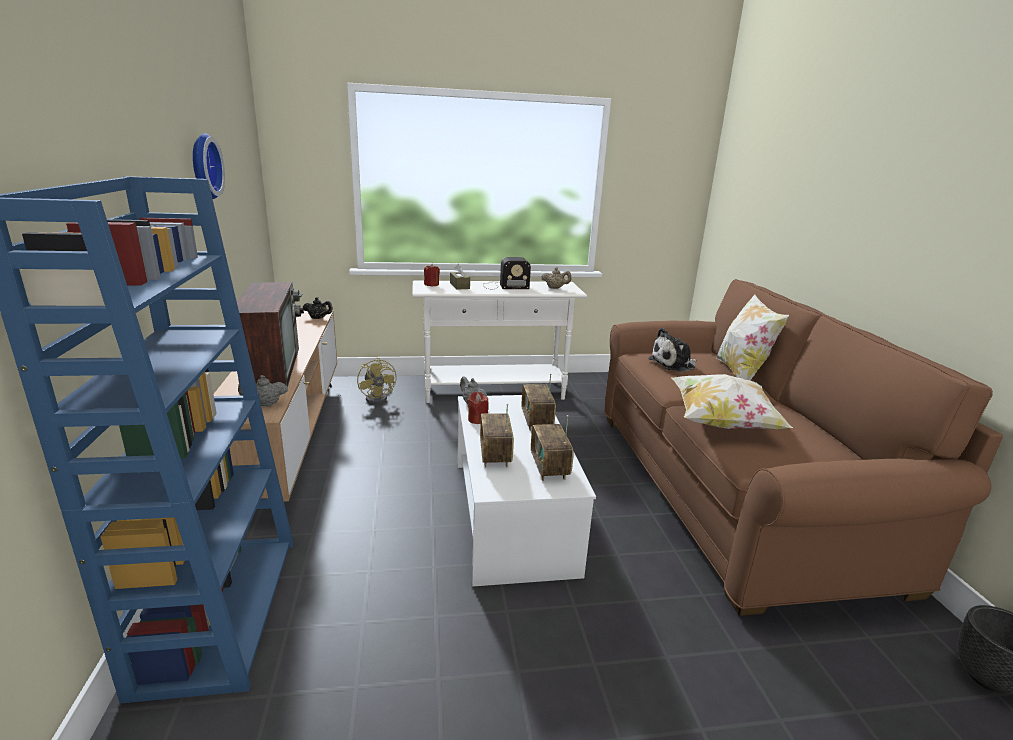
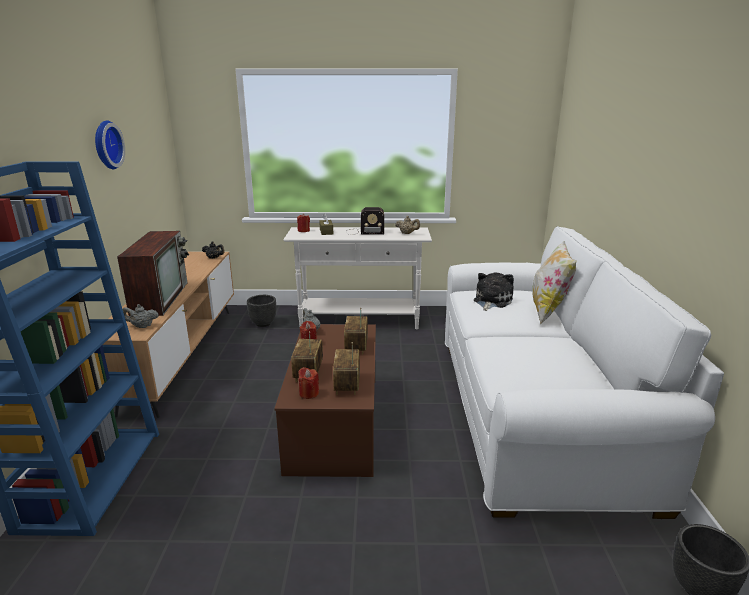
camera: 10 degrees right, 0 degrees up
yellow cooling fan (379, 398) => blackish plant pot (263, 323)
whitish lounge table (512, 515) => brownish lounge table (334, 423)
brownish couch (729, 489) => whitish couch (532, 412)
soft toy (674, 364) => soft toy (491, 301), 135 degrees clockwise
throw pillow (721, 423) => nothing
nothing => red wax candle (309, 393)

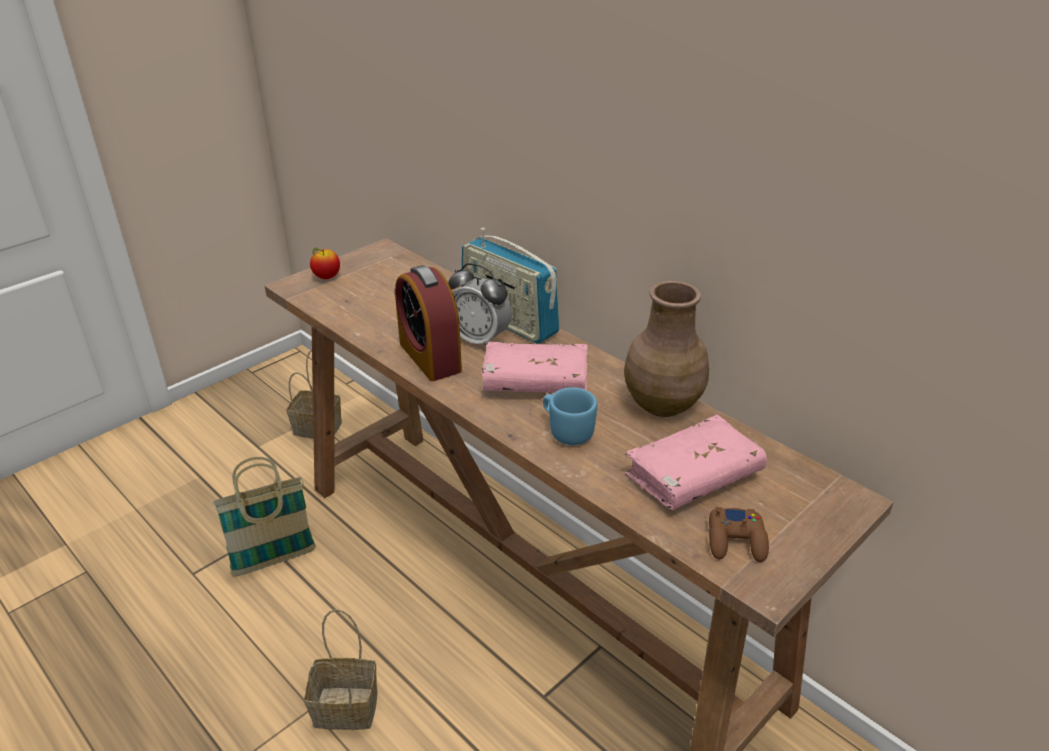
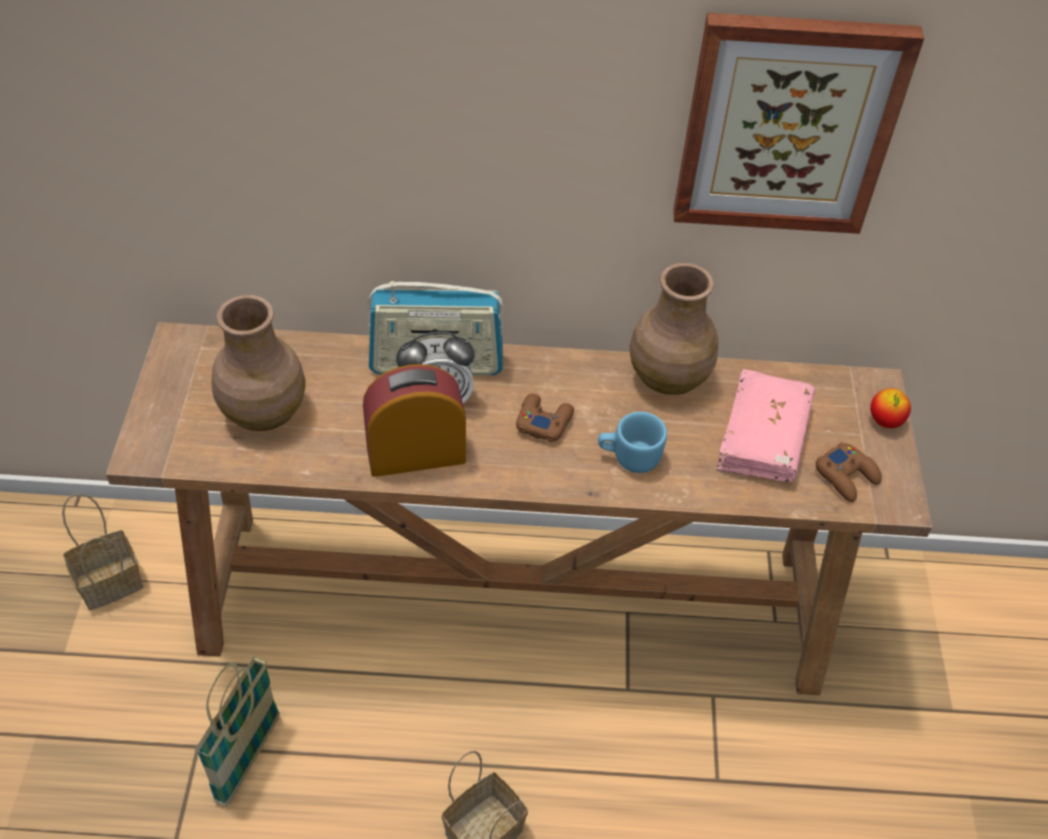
camera: 45 degrees left, 15 degrees up
apple (327, 277) => apple (885, 421), shifted
alarm clock (430, 357) => alarm clock (416, 454), 150 degrees clockwise
pink volume (535, 382) => brownish joypad (543, 421)
nothing => brownish vase (263, 412)
nothing => picture (787, 124)

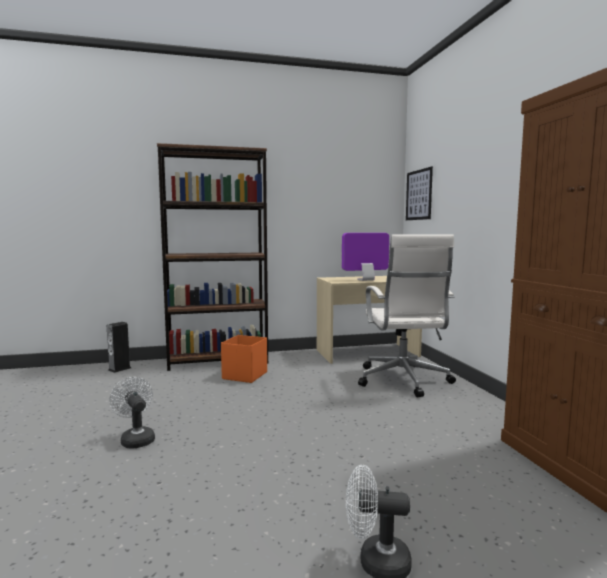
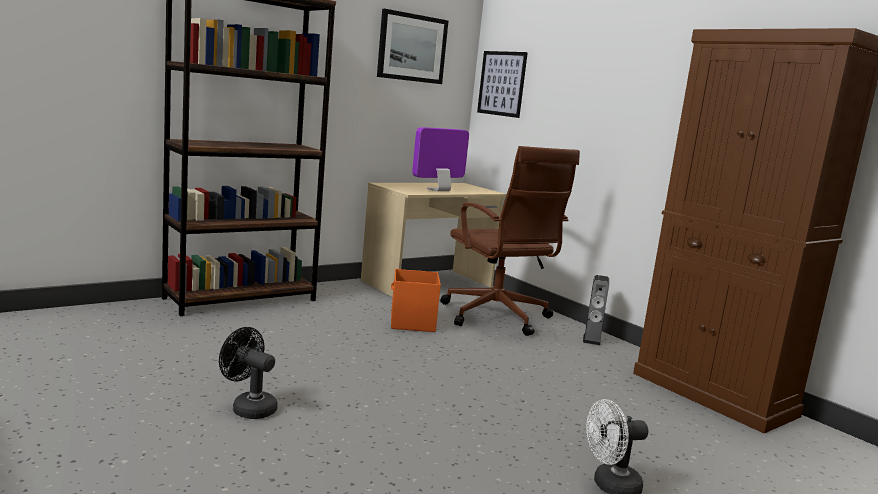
camera: 25 degrees left, 5 degrees up
loudspeaker (119, 369) => loudspeaker (591, 340), shifted
whitish cooling fan (136, 439) => blackish cooling fan (249, 408)
orange-coloured storage box (244, 375) => orange-coloured storage box (412, 323), shifted
whitish office chair (403, 381) => brownish office chair (497, 317)
nothing => picture (412, 48)

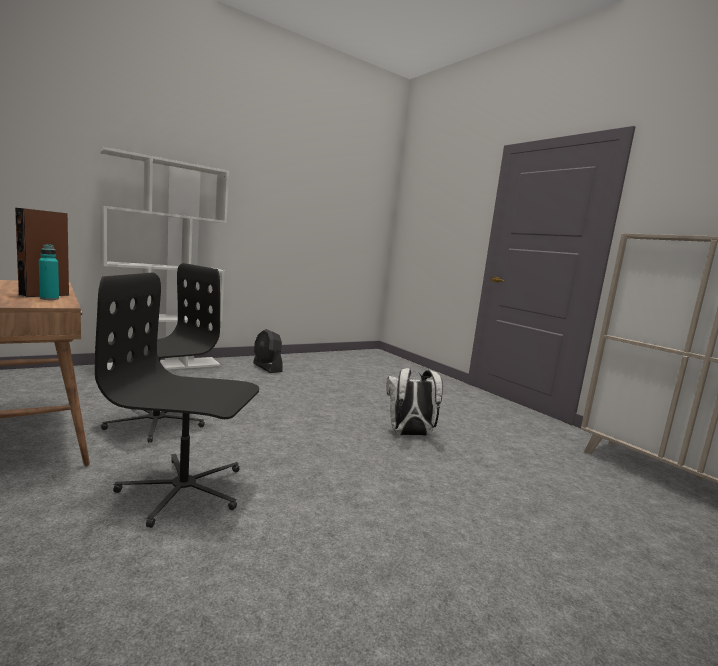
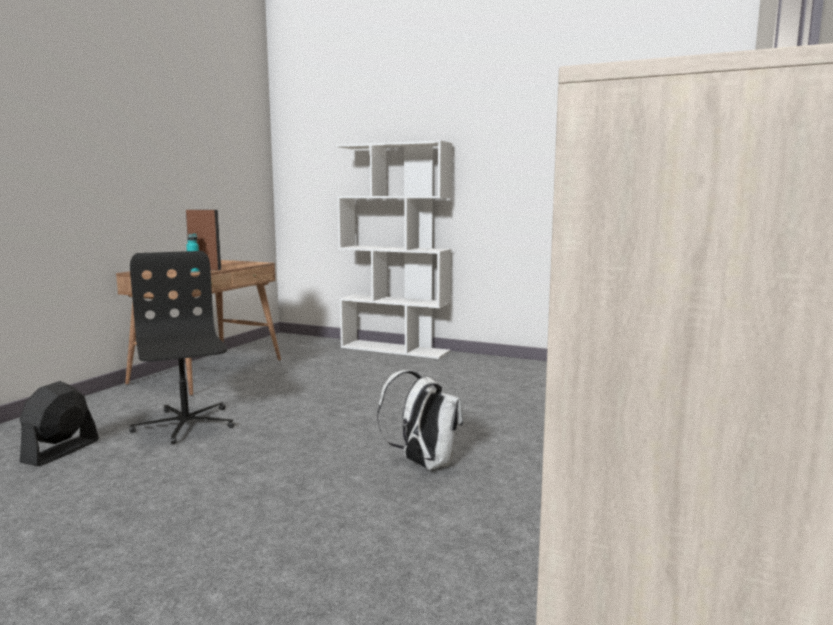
camera: 60 degrees right, 0 degrees up
blackish office chair (155, 422) => nothing
blackish cooling fan (267, 367) => blackish cooling fan (60, 451), shifted

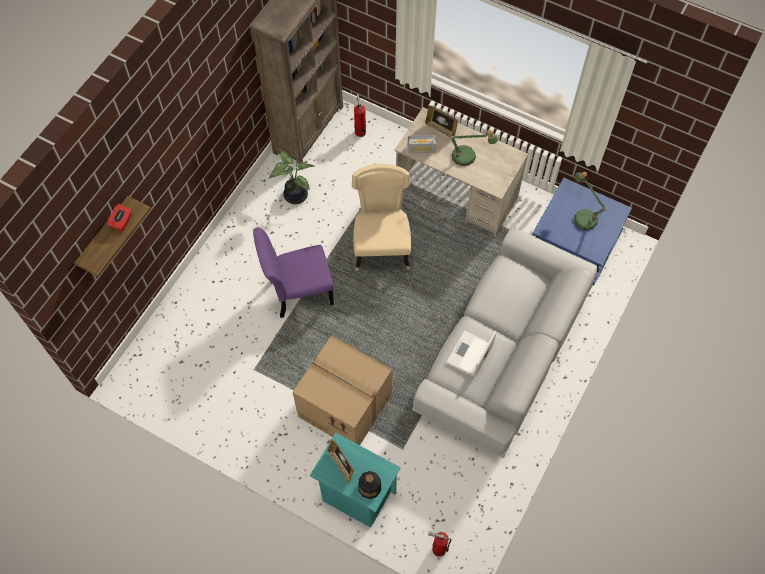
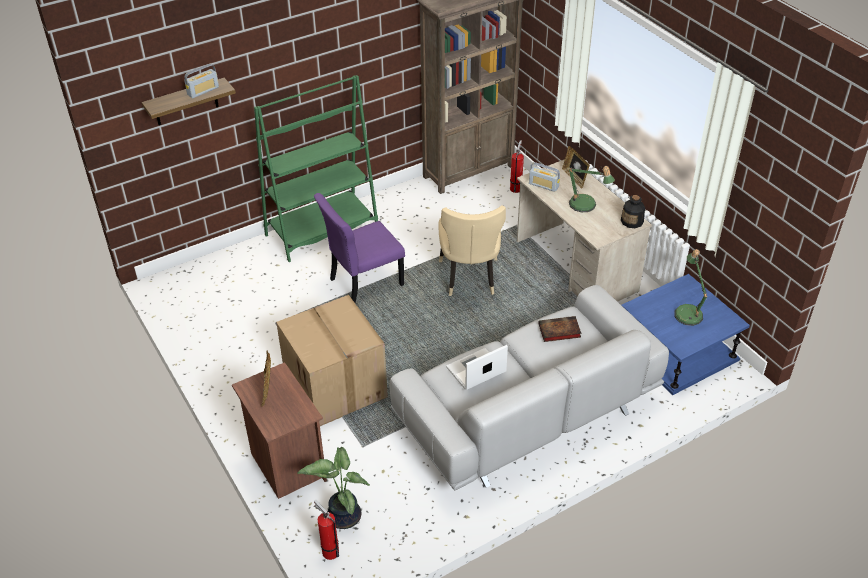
camera: 30 degrees right, 20 degrees down
red box of tissues (122, 222) => radio (203, 91)
purple-coloured upright chair (298, 293) => purple-coloured upright chair (363, 283), 45 degrees counterclockwise
plant in a pot (294, 195) => plant in a pot (342, 515), shifted
blue-green nightstand (356, 495) => brownish nightstand (286, 465)
beige-coloured upright chair (381, 247) => beige-coloured upright chair (469, 279), 150 degrees clockwise
drink bottle (370, 487) => drink bottle (632, 221), shifted
nothing => greenish bookshelf (322, 231)
nothing => volume (558, 331)

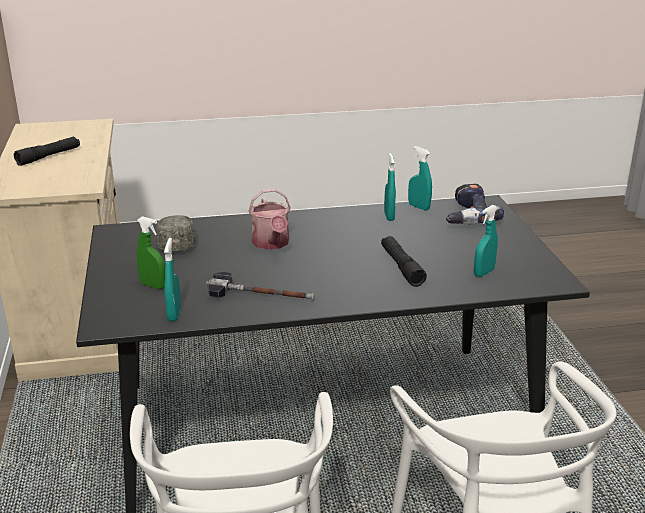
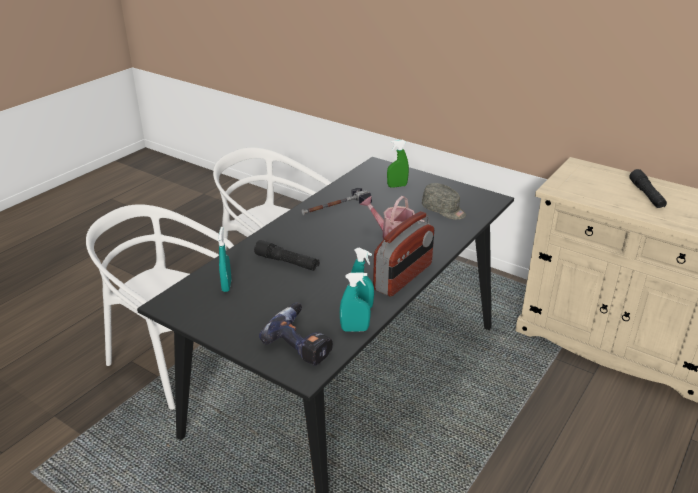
camera: 135 degrees right, 5 degrees up
blue-green sprayer (174, 314) => nothing
nothing => radio (403, 277)

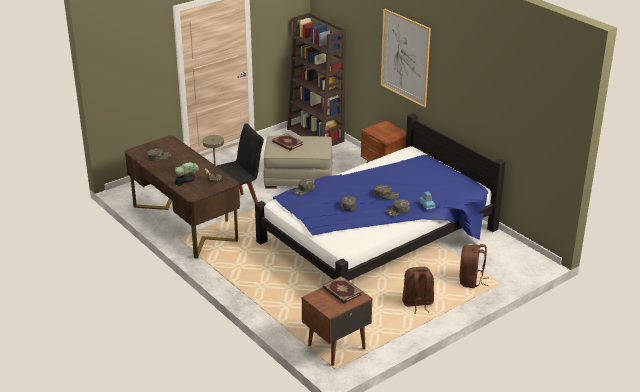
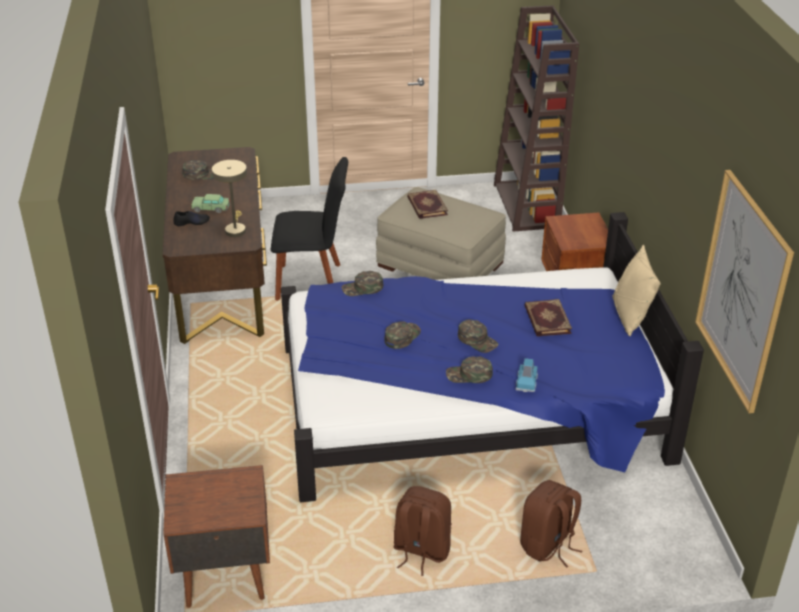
camera: 30 degrees right, 5 degrees up
volume (341, 291) => volume (546, 320), shifted
picture (405, 57) => picture (742, 290), shifted
nothing => beige-coloured throw pillow (629, 316)

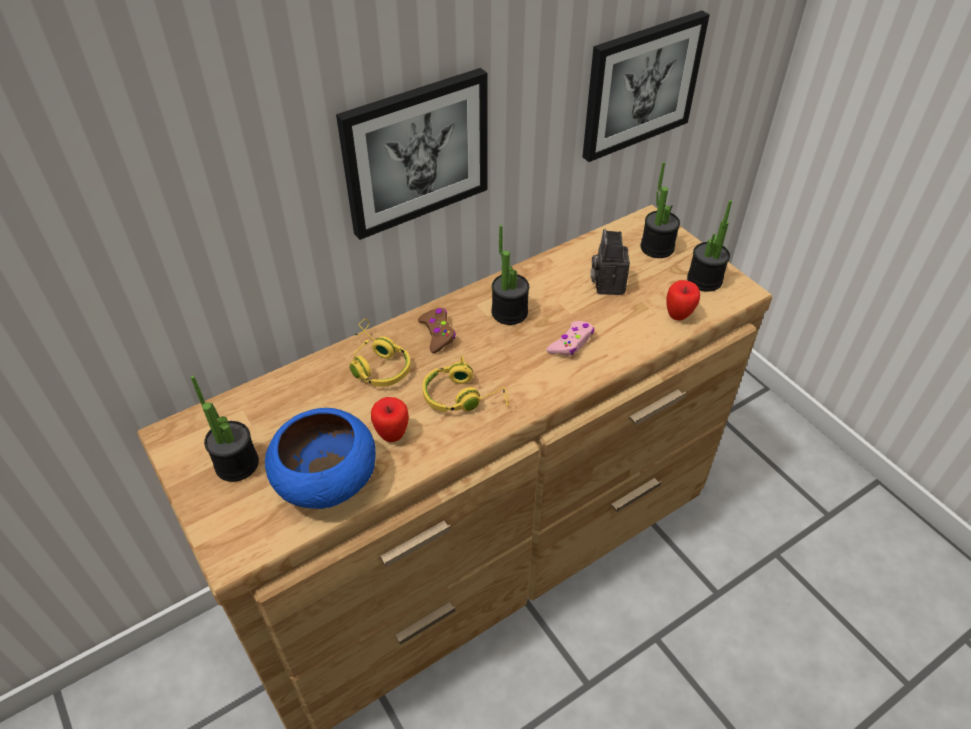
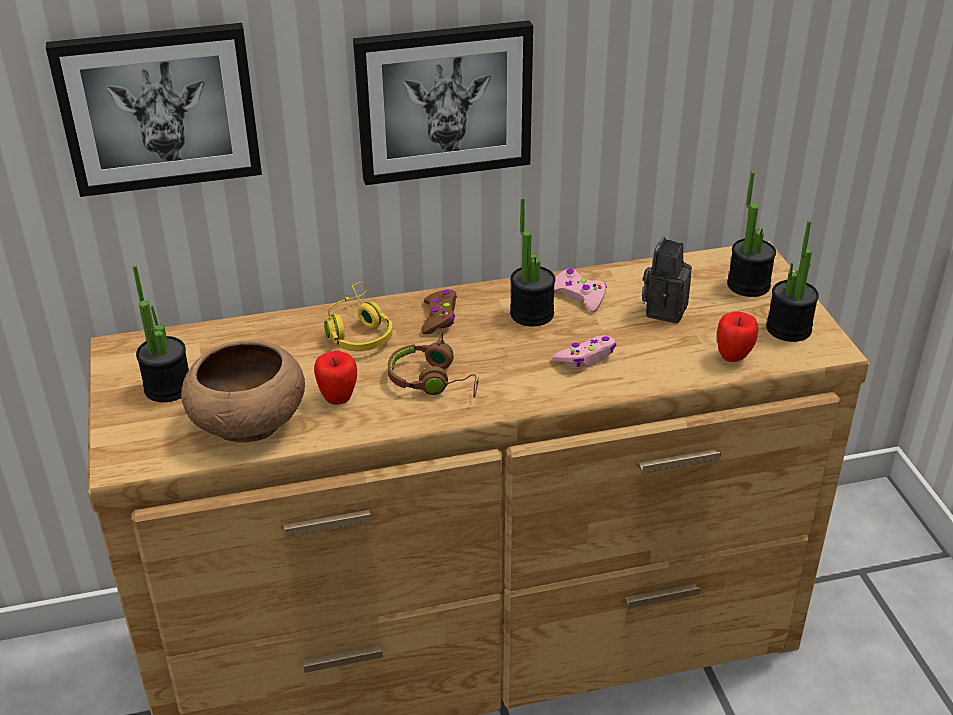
camera: 20 degrees right, 10 degrees down
bluish deep dish (325, 480) => brownish deep dish (247, 422)
yellow headset (463, 396) => brownish headset (434, 381)
picture (640, 85) => picture (159, 108), shifted
nothing => pink joypad (578, 296)

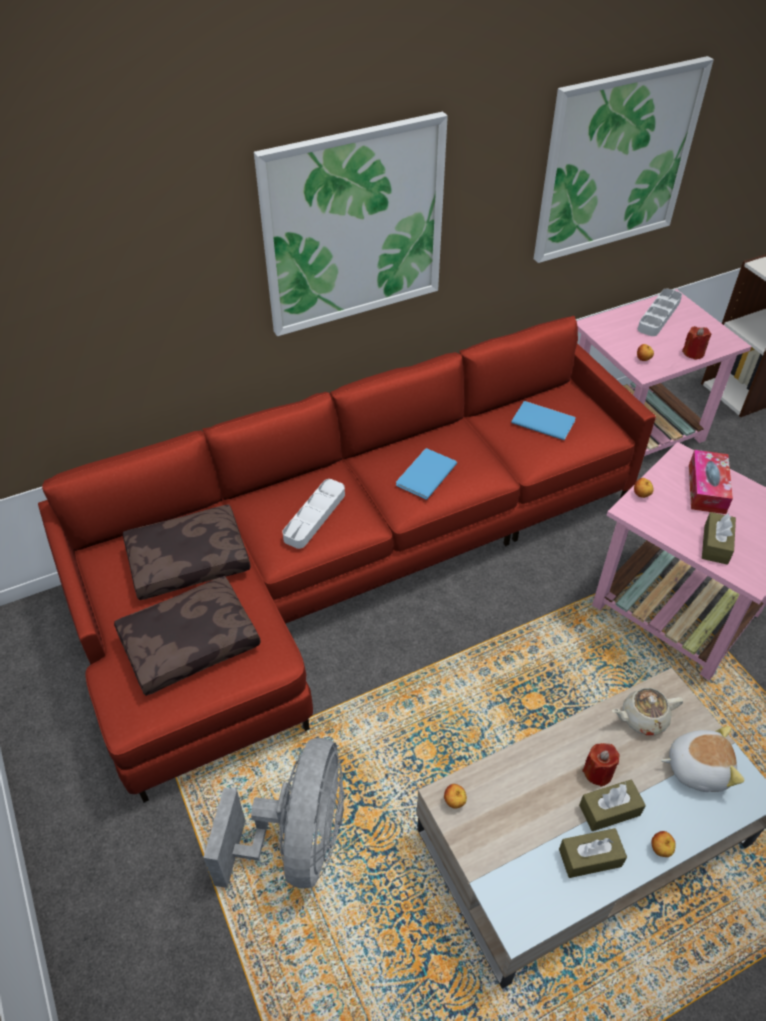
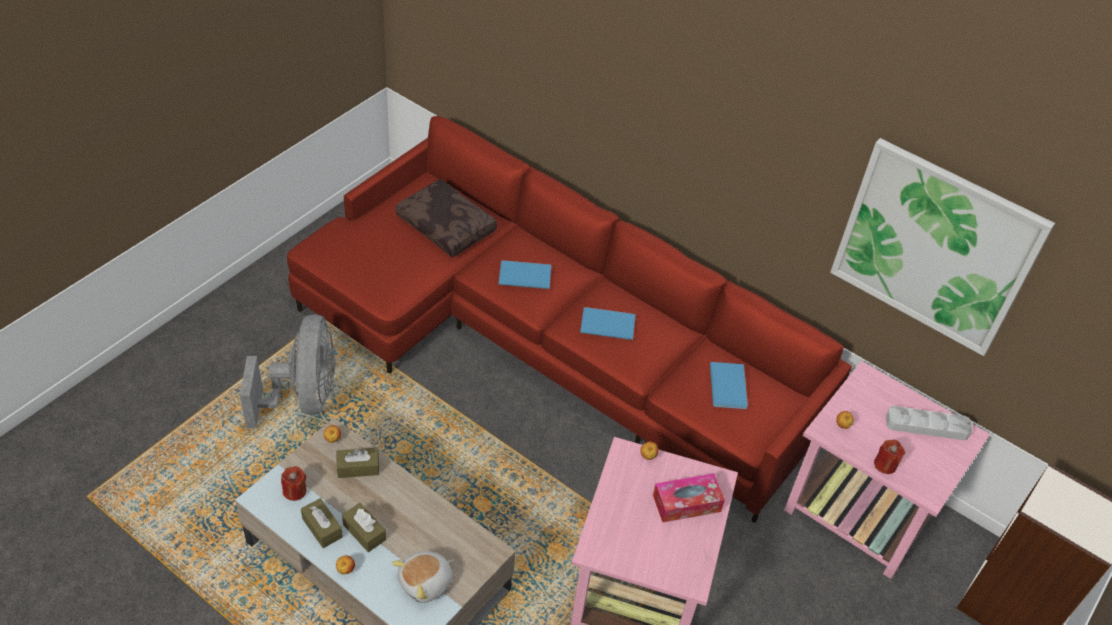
camera: 60 degrees right, 0 degrees up
brownish throw pillow (190, 641) => nothing
grey cooling fan (298, 842) => grey cooling fan (303, 398), 75 degrees counterclockwise
picture (354, 226) => nothing
grey tray (314, 516) => bluish volume (523, 275)
red wax candle (598, 772) => red wax candle (295, 491), shifted
beige-coloured teapot (642, 718) => nothing
soft toy (697, 767) => soft toy (426, 583), 75 degrees clockwise
brownish box of tissues (715, 544) => brownish box of tissues (358, 467), shifted

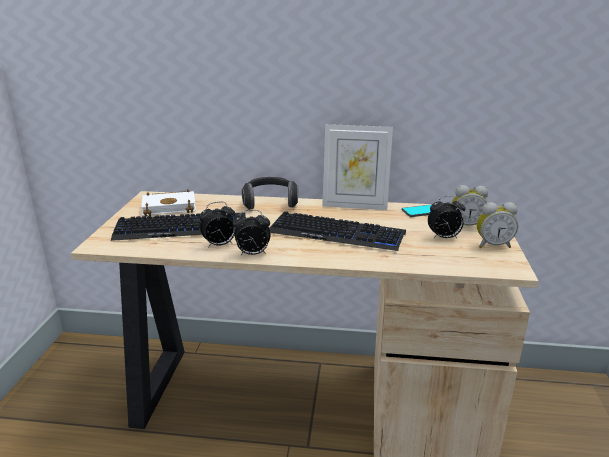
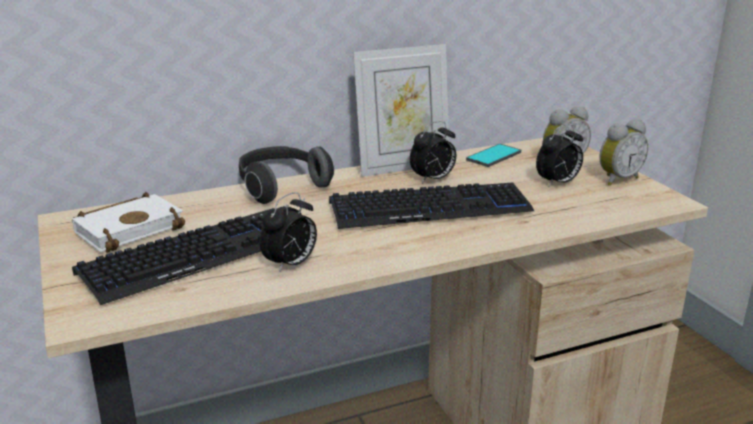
camera: 30 degrees left, 0 degrees up
alarm clock (252, 254) => alarm clock (433, 180), shifted

